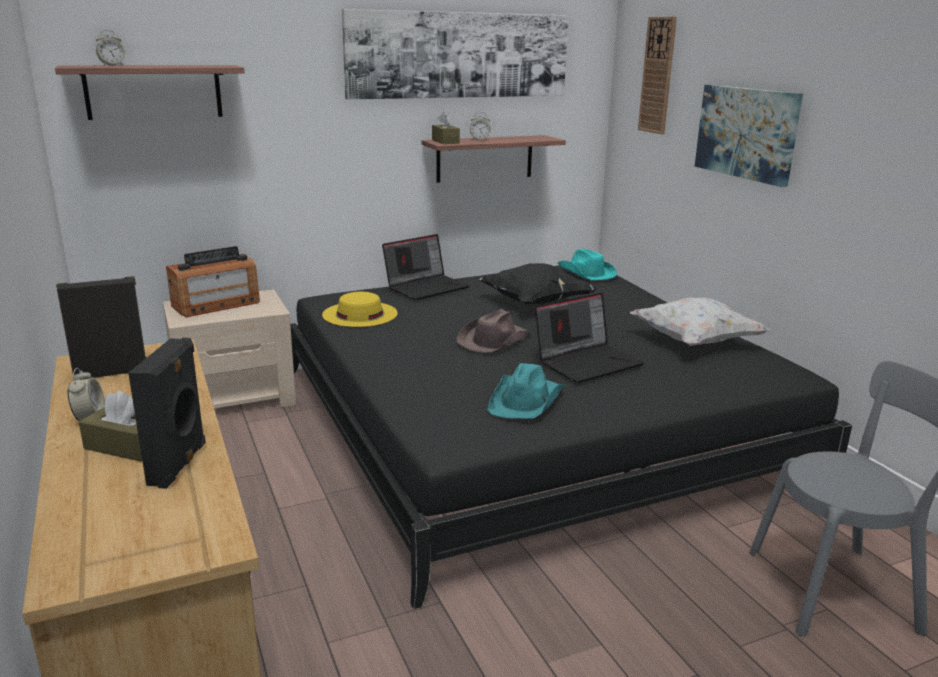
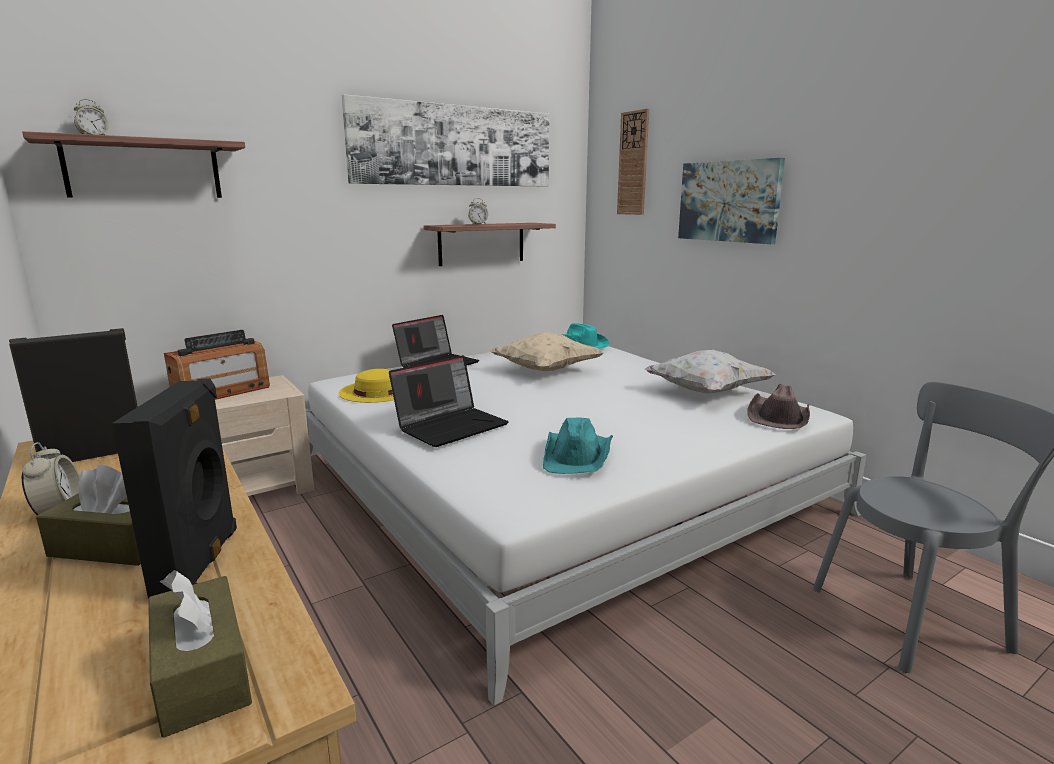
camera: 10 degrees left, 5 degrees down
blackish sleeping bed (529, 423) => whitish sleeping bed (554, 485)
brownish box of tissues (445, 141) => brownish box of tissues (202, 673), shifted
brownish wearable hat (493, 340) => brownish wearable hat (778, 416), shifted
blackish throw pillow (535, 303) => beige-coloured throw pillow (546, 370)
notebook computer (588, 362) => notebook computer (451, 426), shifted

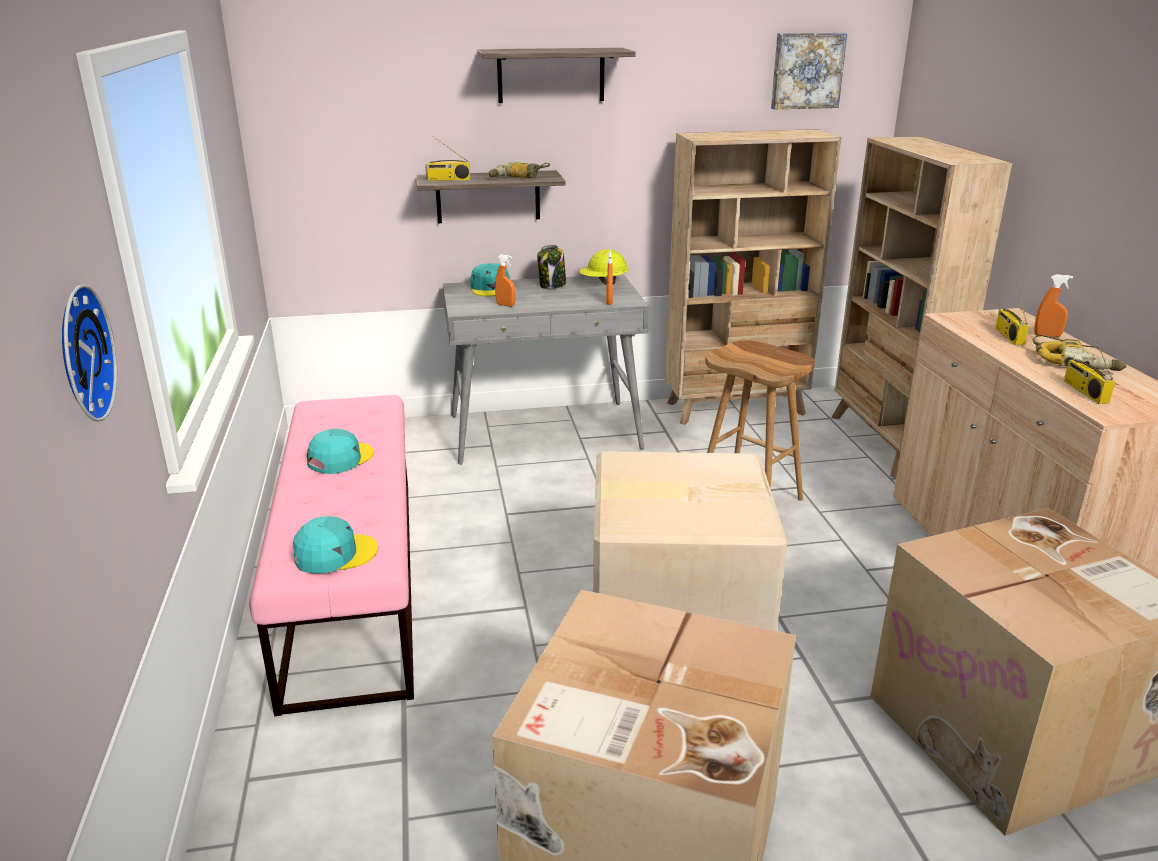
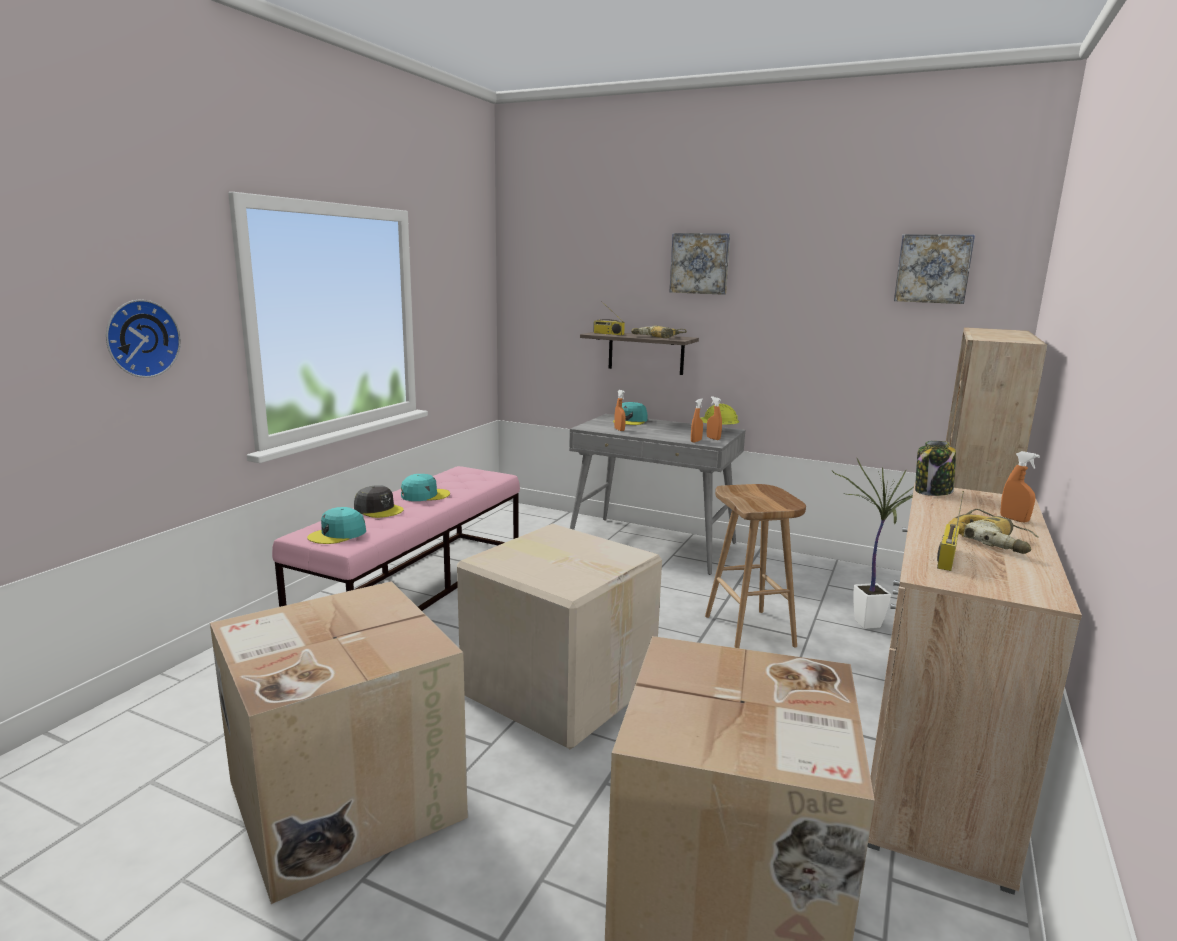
camera: 35 degrees right, 10 degrees down
blue-green baseball cap (335, 554) => blue-green baseball cap (338, 534), 120 degrees clockwise
wall shelf (551, 75) => picture (700, 263)
storage jar (552, 285) => storage jar (932, 492), shifted
beige-coloured bookshelf (736, 408) => nothing
radio (1008, 336) => nothing
nothing => grey baseball cap (378, 509)
nothing => orange-coloured sprayer (713, 438)
nothing => plant in a pot (867, 626)

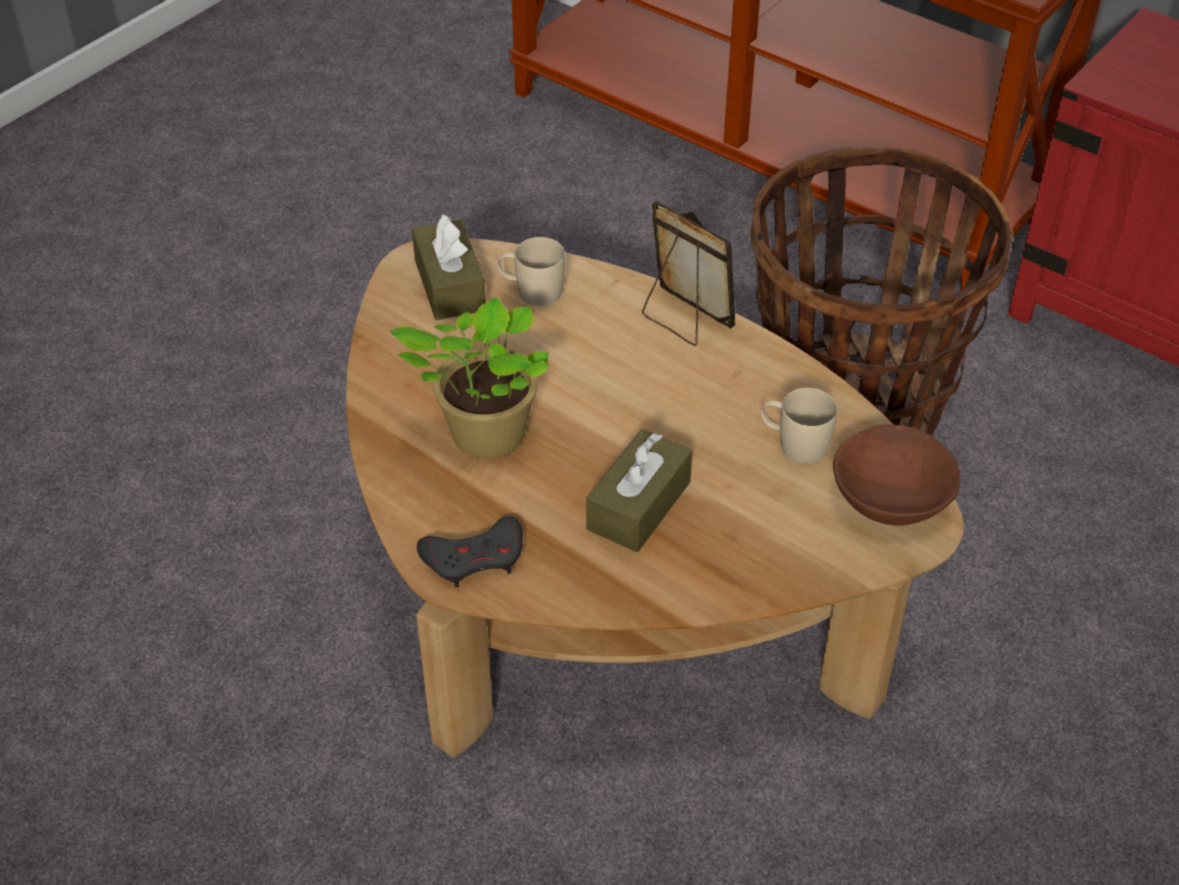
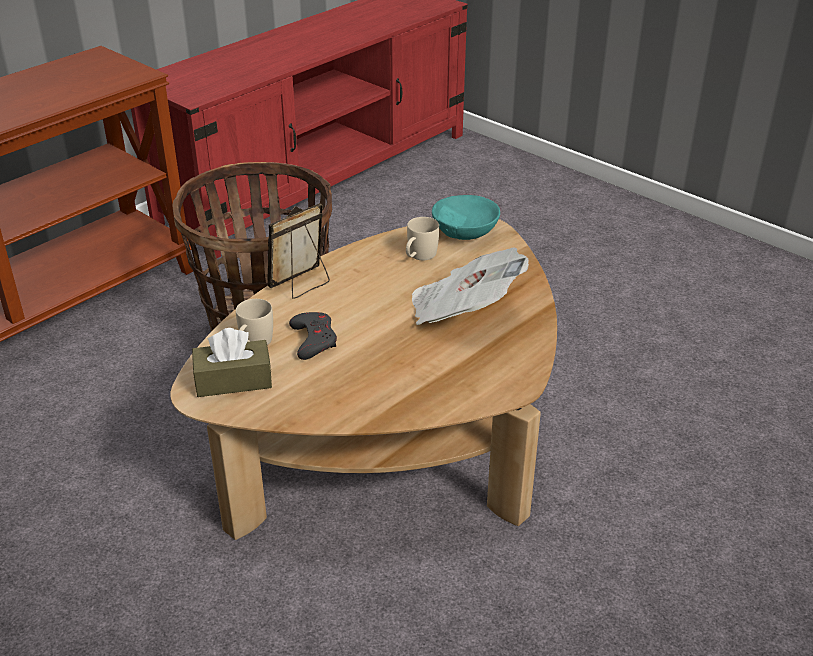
camera: 85 degrees left, 10 degrees down
plant in a pot (482, 436) => nothing
grey joypad (475, 557) => grey joypad (313, 339), shifted
brownish box of tissues (639, 505) => daily paper (463, 311)
brownish deep dish (888, 501) => blue-green deep dish (466, 233)

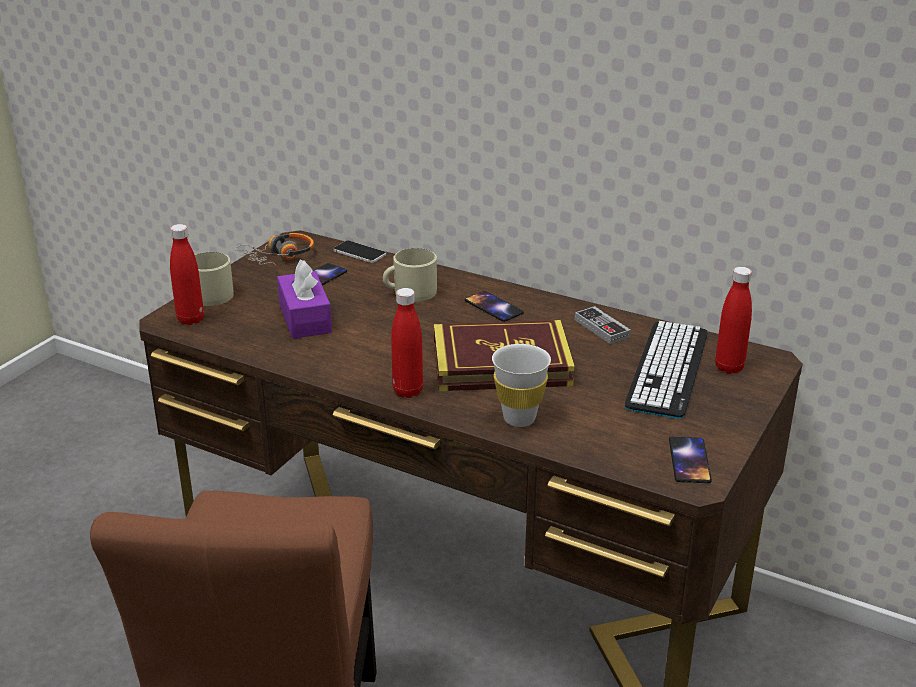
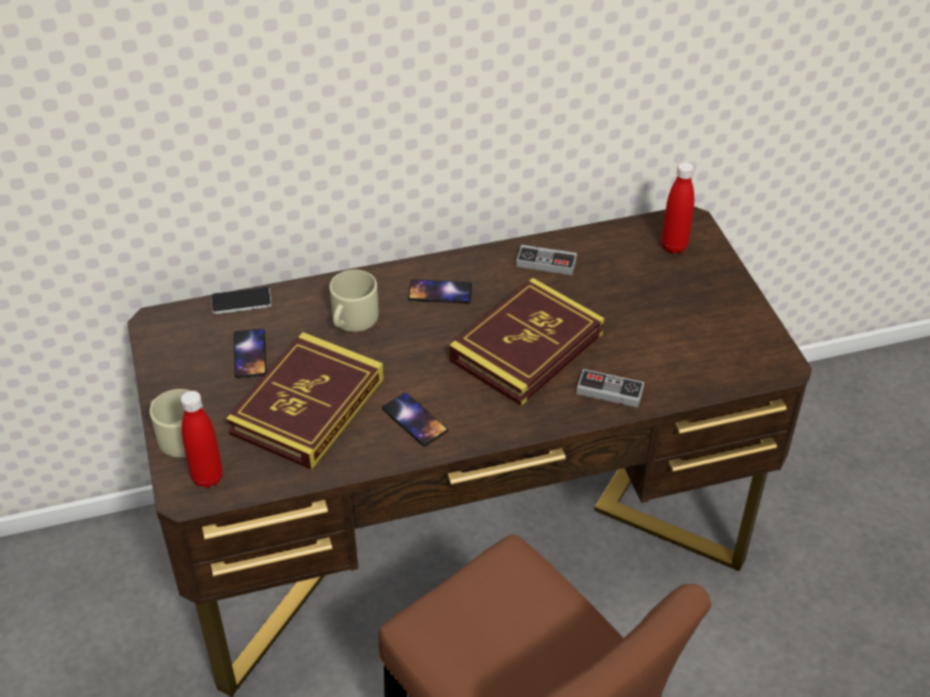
camera: 45 degrees left, 15 degrees up
headset (279, 257) => nothing
purple-coloured box of tissues (305, 318) => volume (307, 406)
red drink bottle (408, 391) => nothing
whitish drinking cup (519, 419) => joypad (609, 391)
computer keyboard (667, 369) => nothing
telephone (689, 460) => telephone (414, 420), shifted

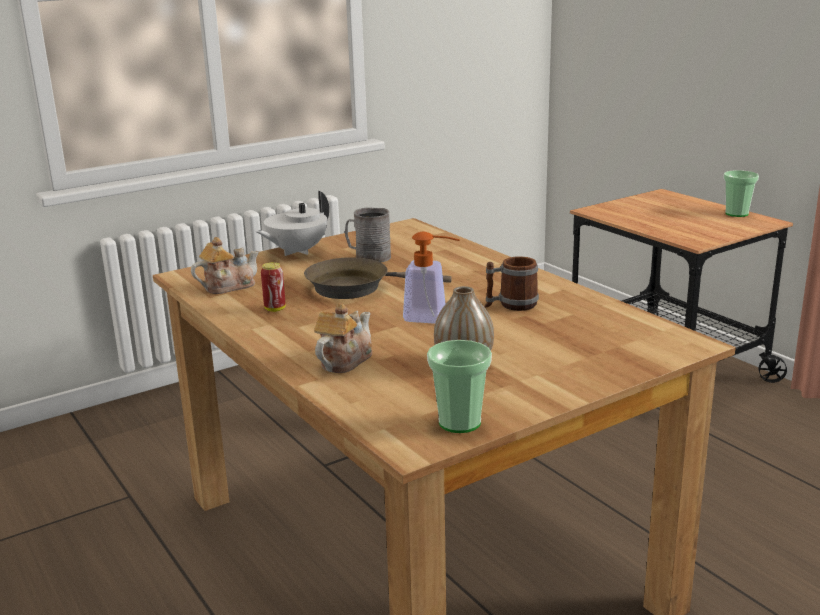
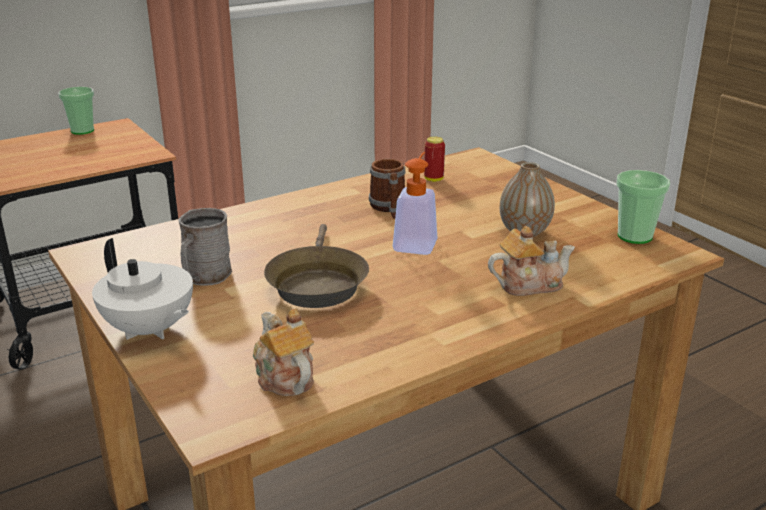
camera: 90 degrees left, 5 degrees up
metal can (275, 309) => metal can (433, 179), shifted
teapot (344, 361) => teapot (528, 284), 135 degrees clockwise

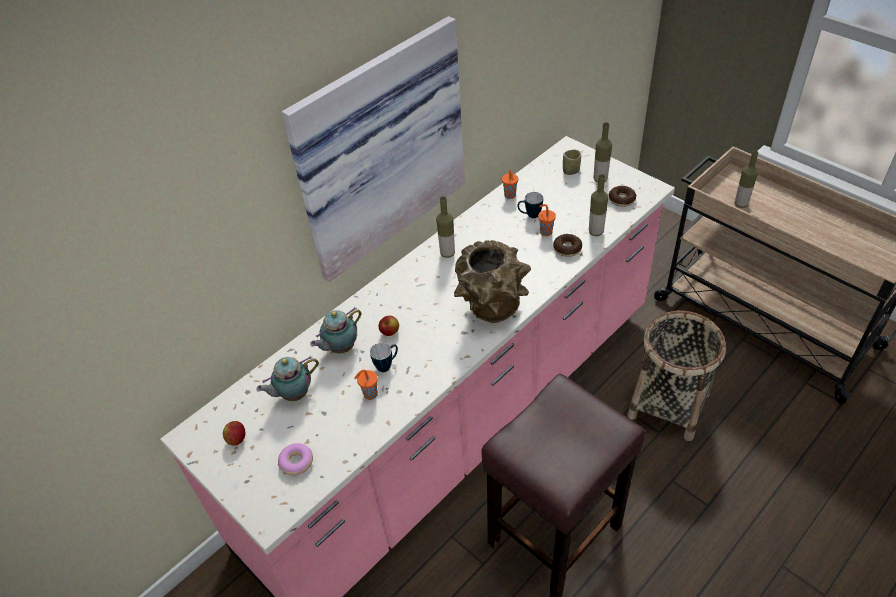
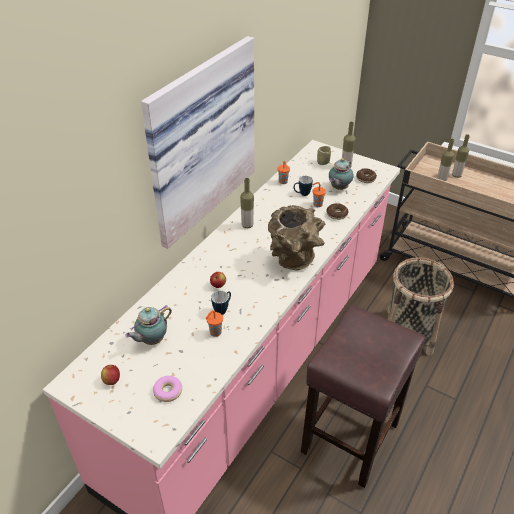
camera: 15 degrees left, 5 degrees down
teapot (340, 348) => teapot (338, 188), shifted
drink bottle (596, 232) => drink bottle (456, 175), shifted

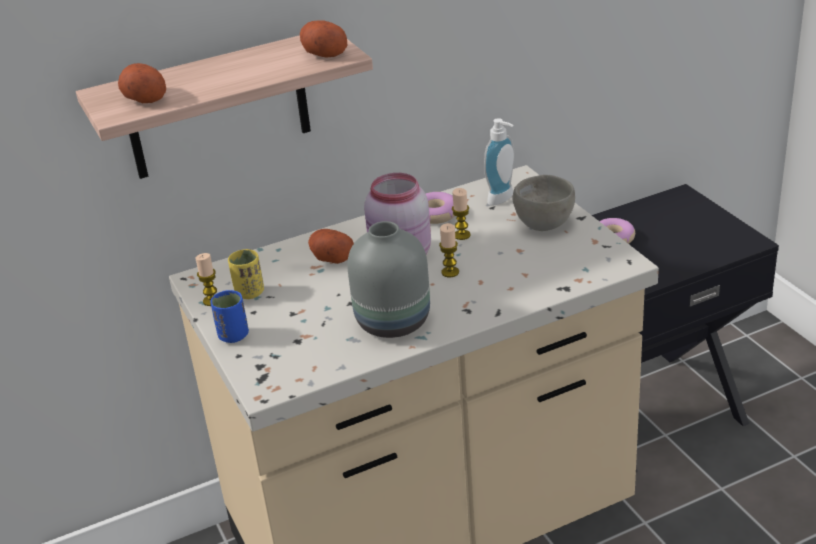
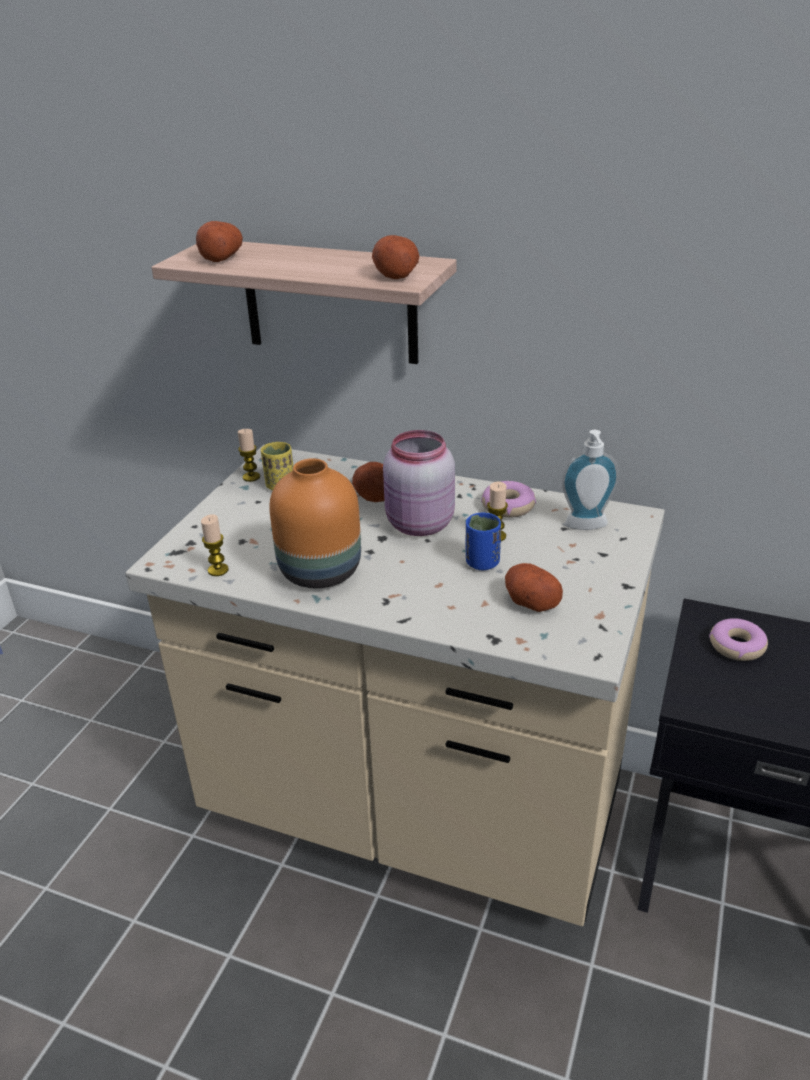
camera: 45 degrees right, 0 degrees up
bluish drinking cup (233, 336) => bluish drinking cup (482, 563), shifted
grey vase (395, 322) => orange-coloured vase (321, 573)
wax candle (450, 272) => wax candle (218, 570), shifted
grey deep dish (544, 222) => nothing
nothing => whole potato (530, 601)

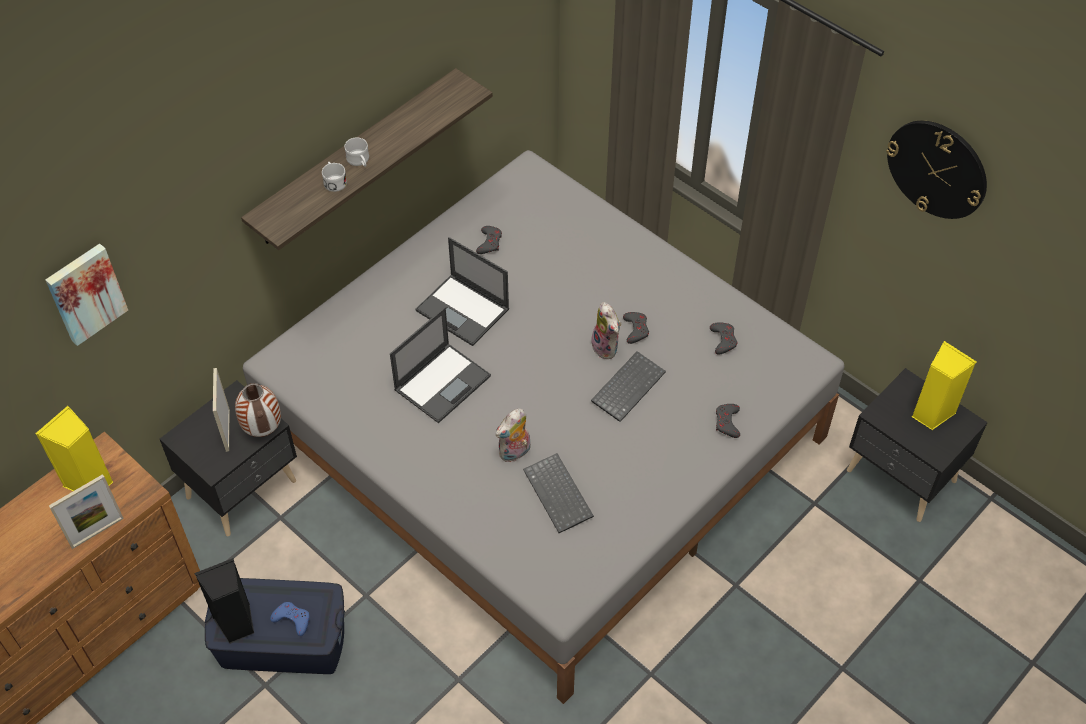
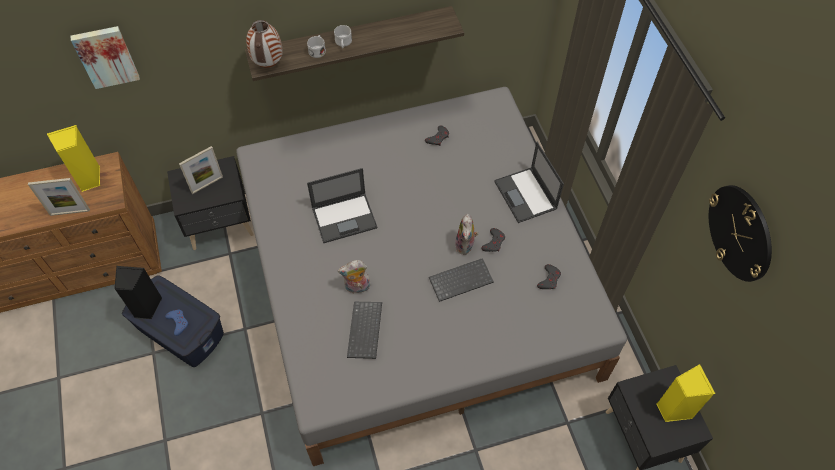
camera: 30 degrees right, 5 degrees up
standing frame (227, 430) => standing frame (207, 185), 150 degrees counterclockwise
vase (262, 429) => vase (268, 64), shifted
notebook computer (463, 310) => notebook computer (526, 195), shifted
grey joypad (727, 422) => nothing

